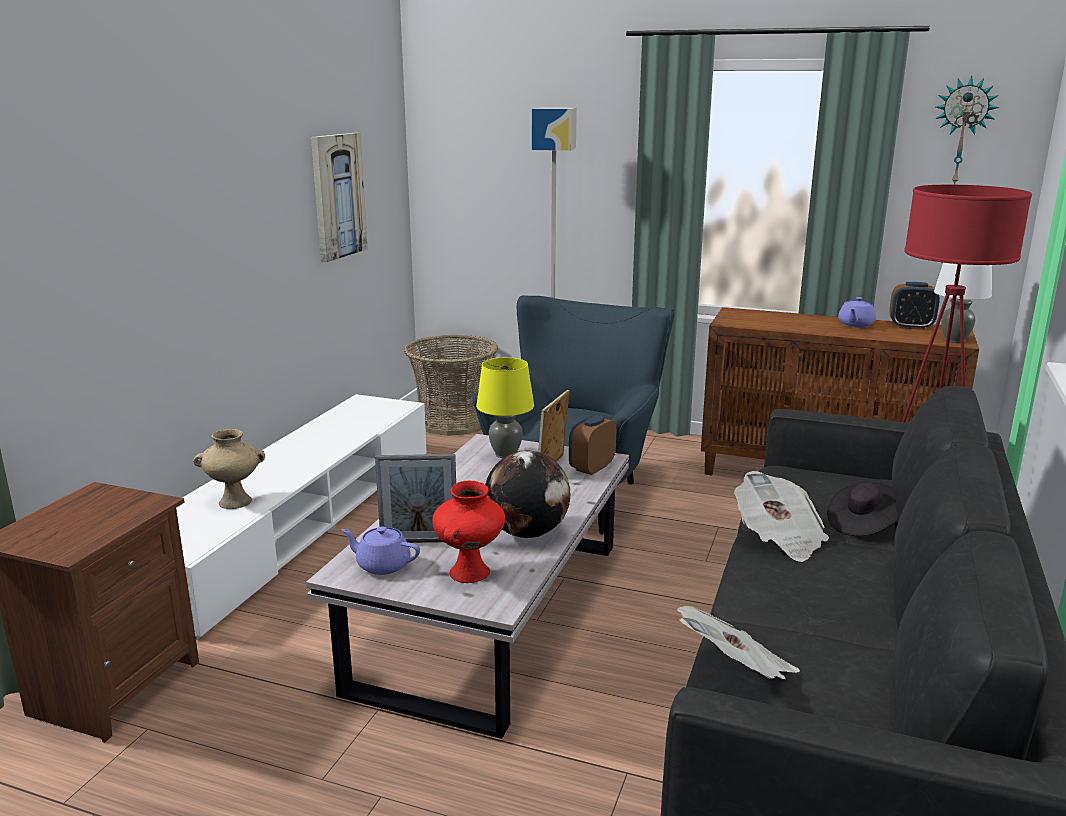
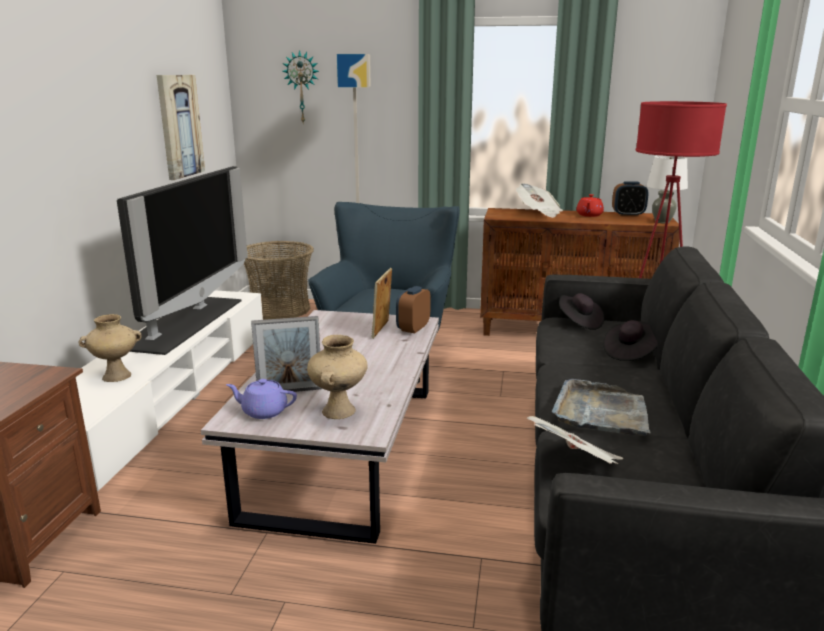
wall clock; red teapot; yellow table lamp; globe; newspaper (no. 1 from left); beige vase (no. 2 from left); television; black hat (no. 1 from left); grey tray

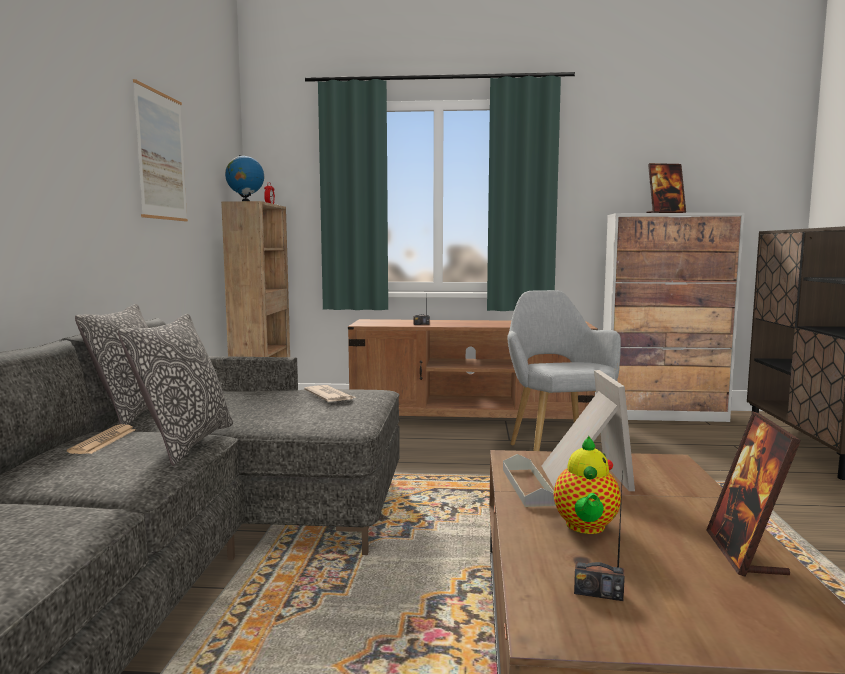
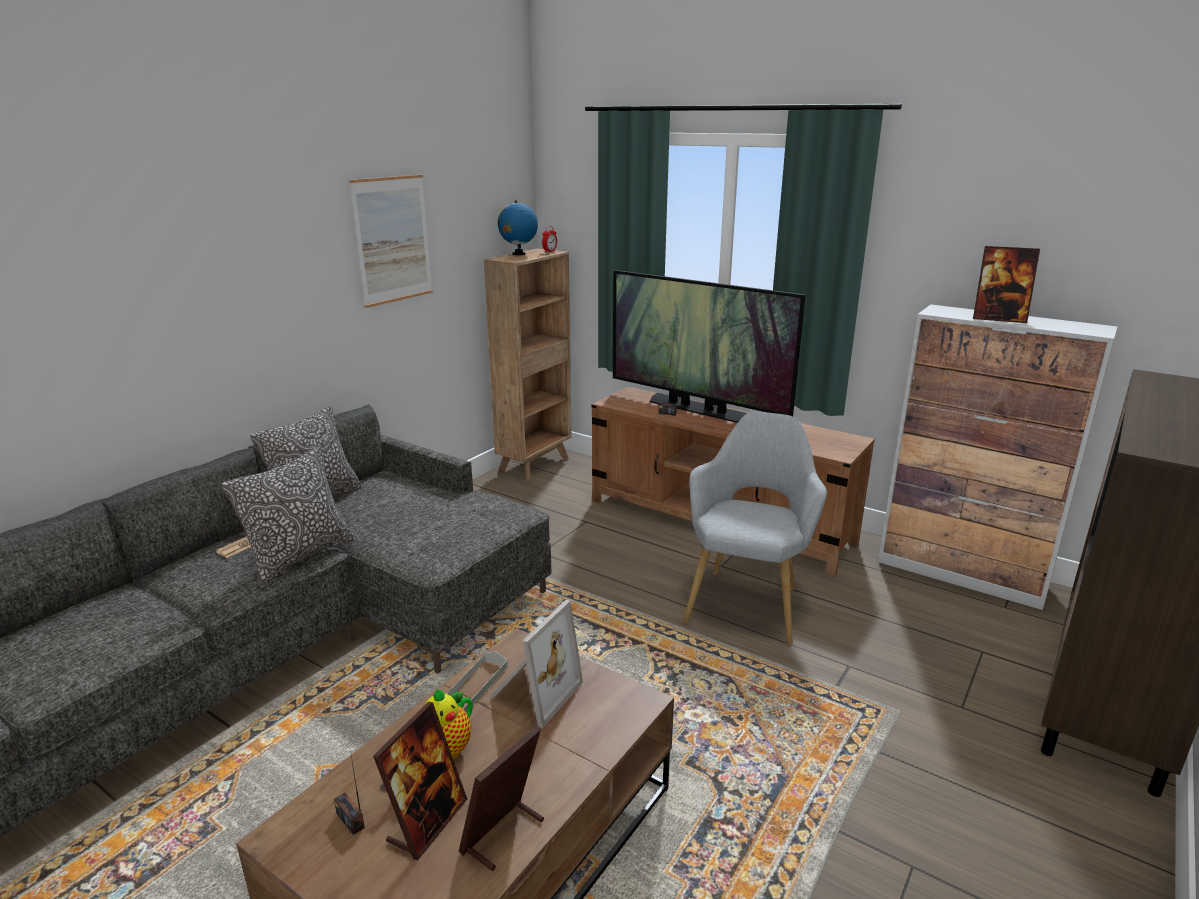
newspaper (no. 2 from left in the first image); television; picture frame (no. 1 from left)

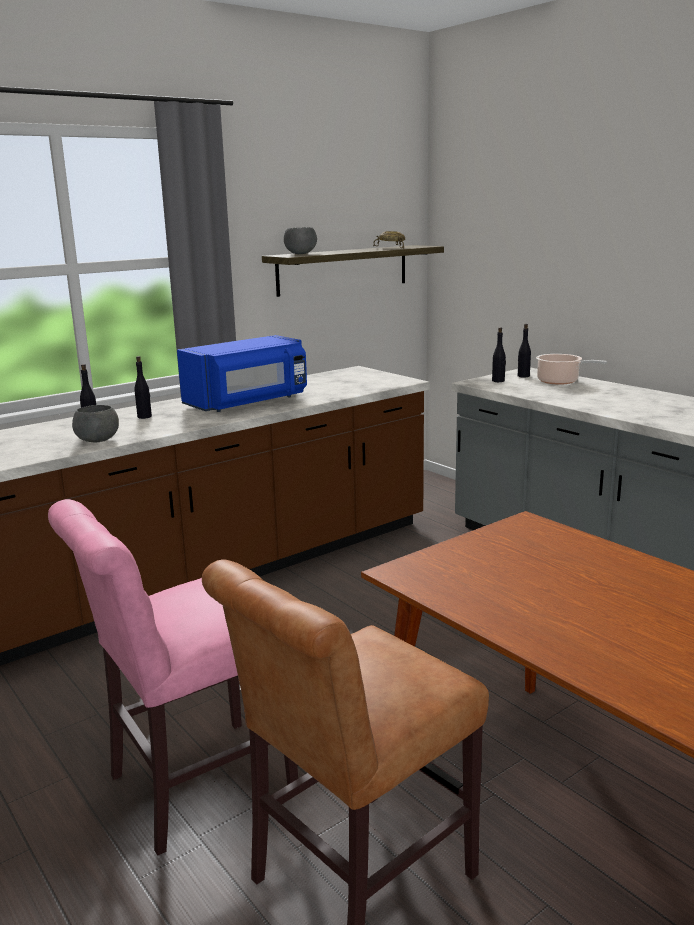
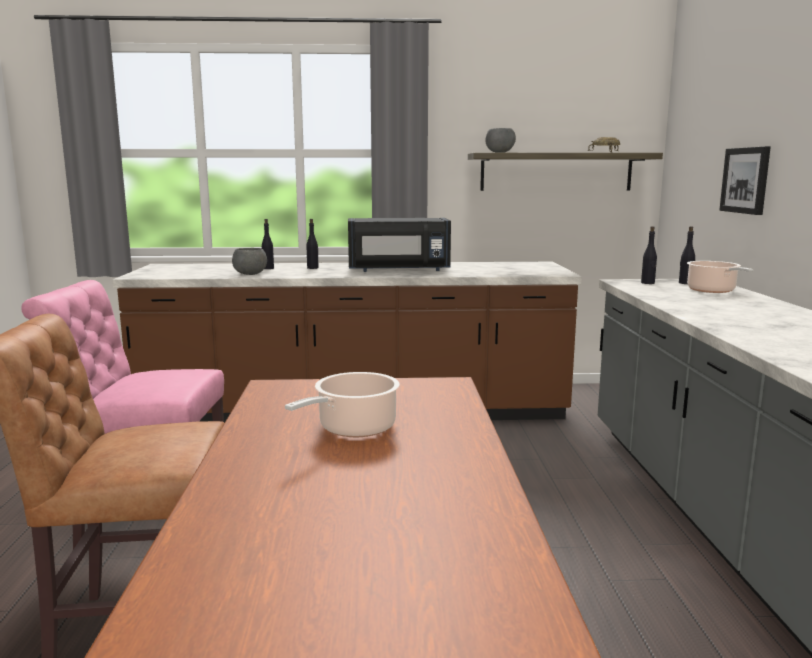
black microwave; picture; cooking pot (no. 1 from left)

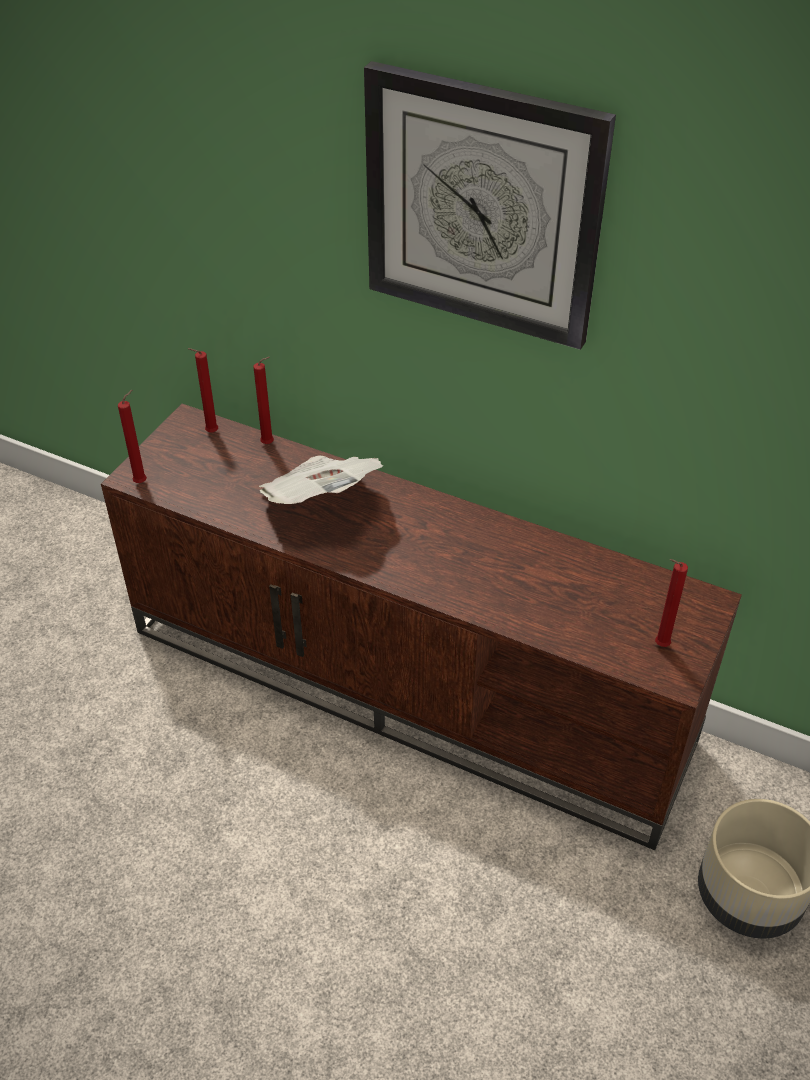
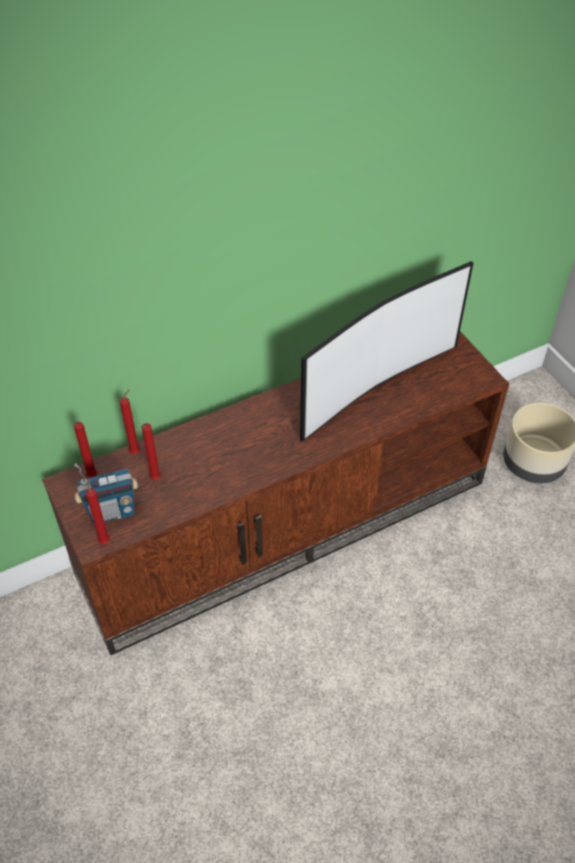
wall clock; newspaper; red candle (no. 4 from left); television; radio

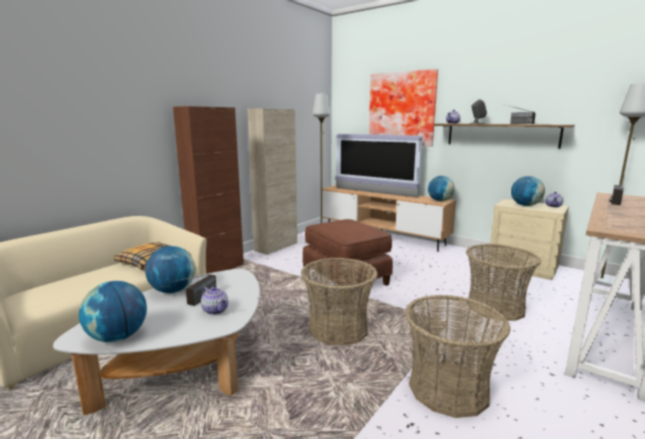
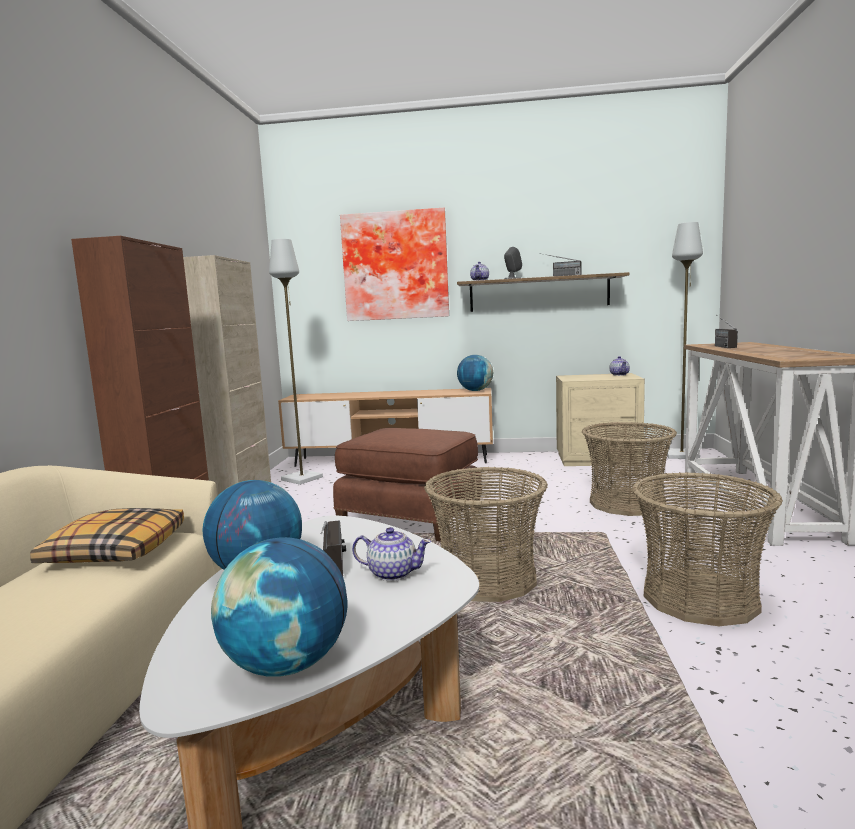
television; globe (no. 4 from left in the first image)

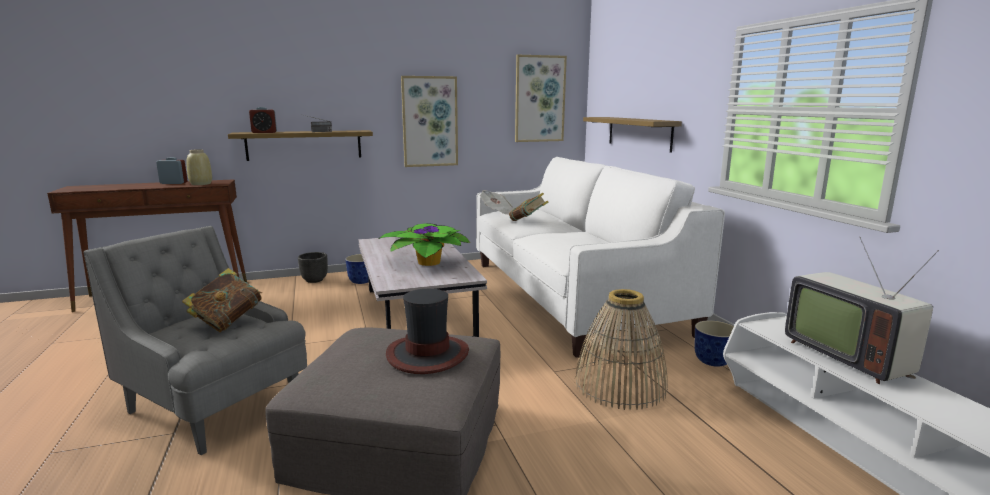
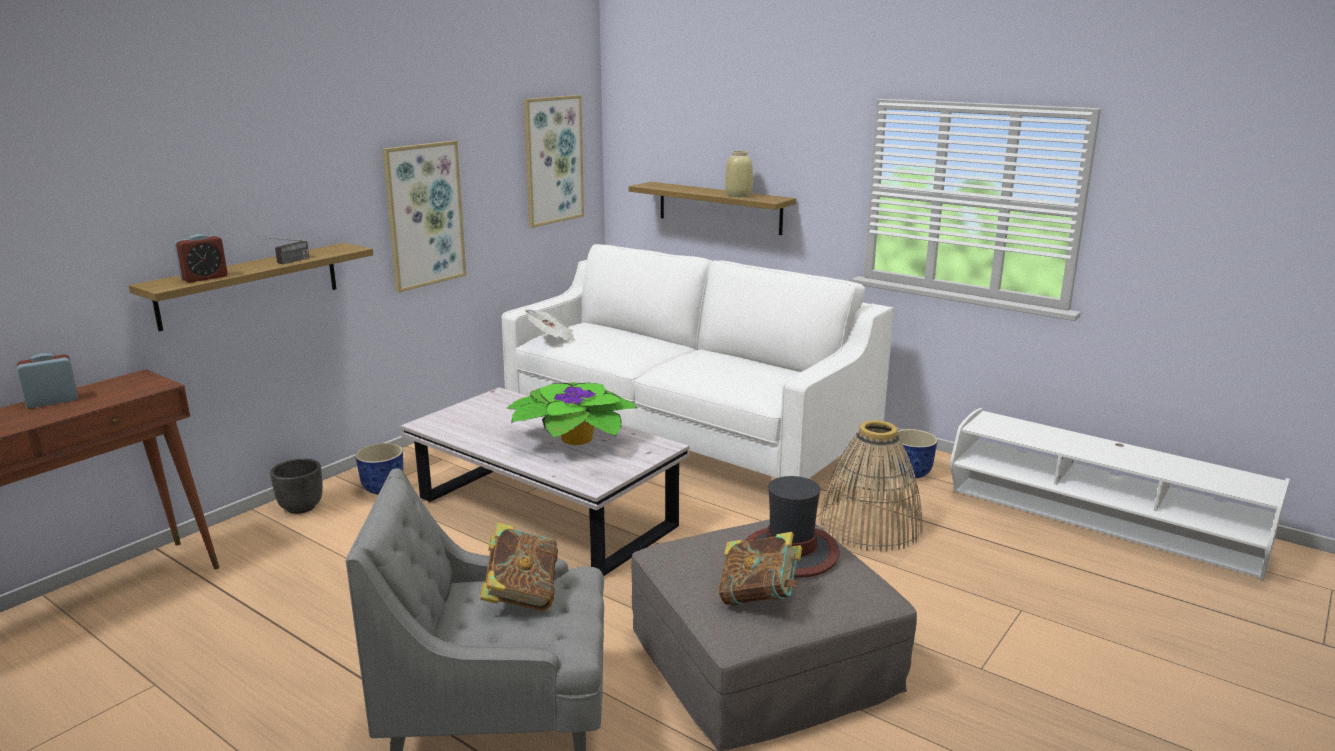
beige vase; book (no. 2 from left); television

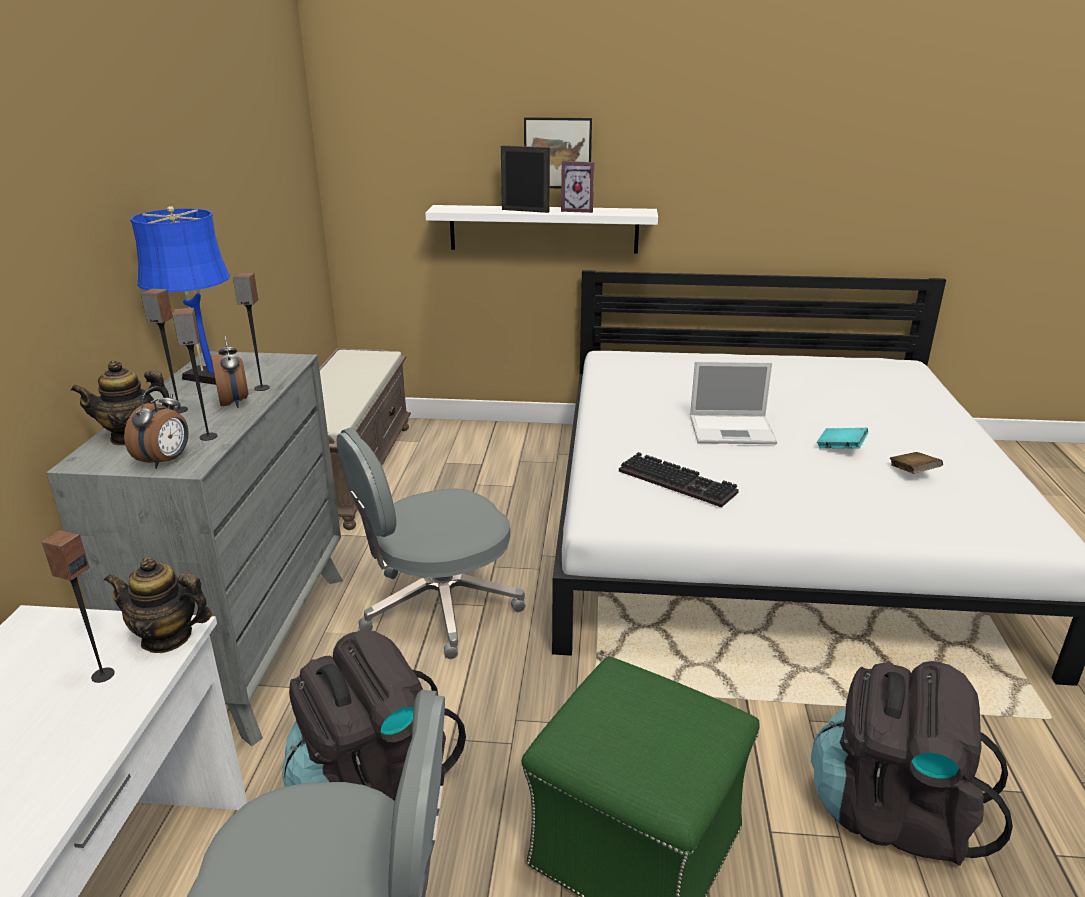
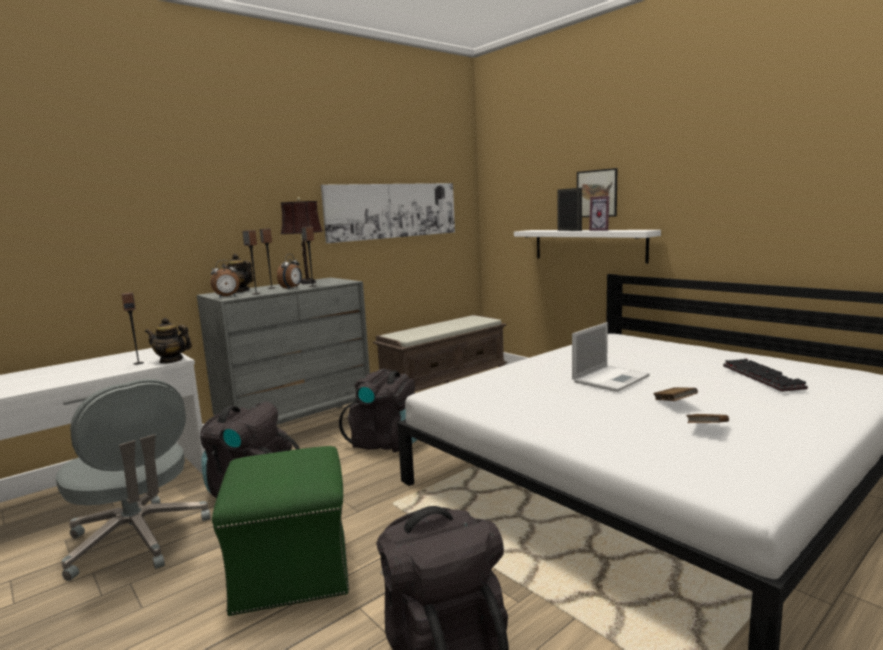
brown table lamp; laptop; black backpack (no. 2 from left); brown book (no. 1 from left); keyboard; teapot (no. 1 from left); picture (no. 1 from left)

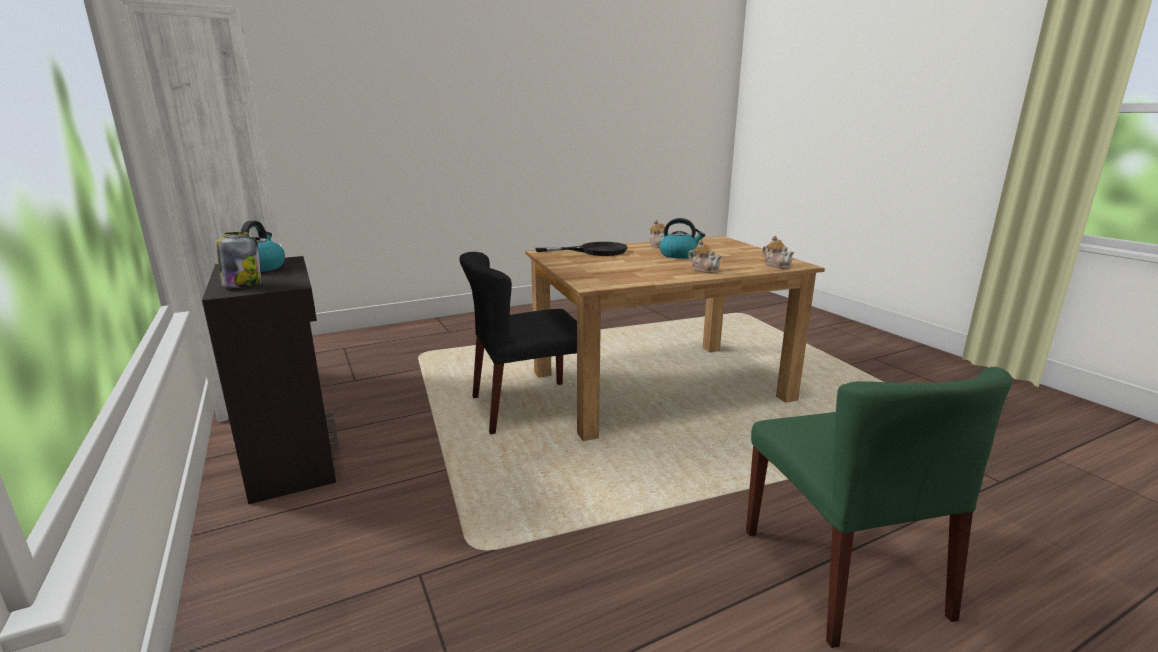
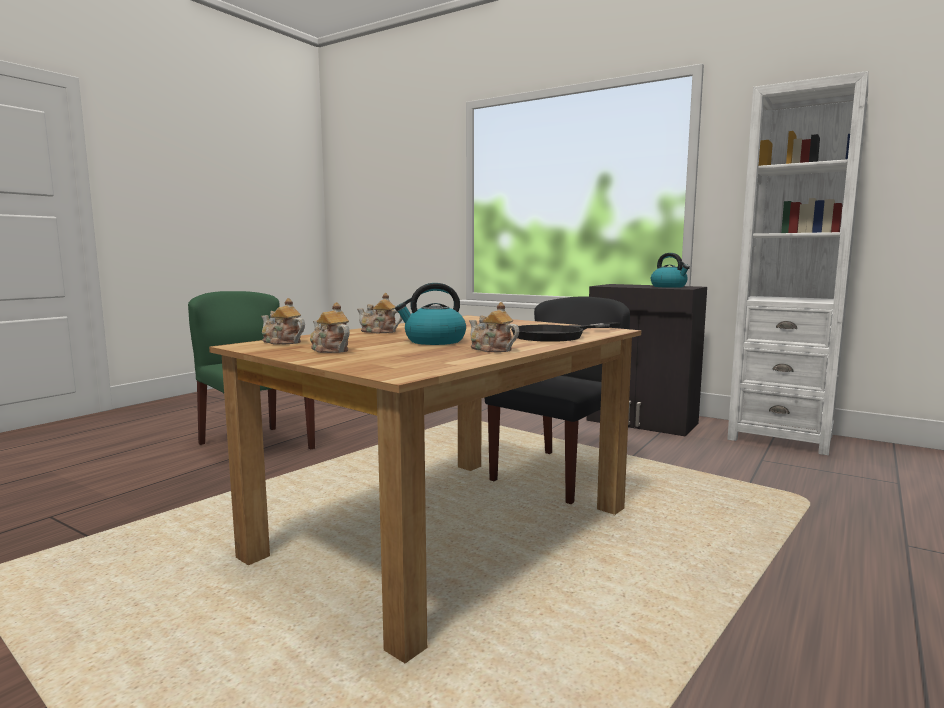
jar; teapot (no. 2 from left)

